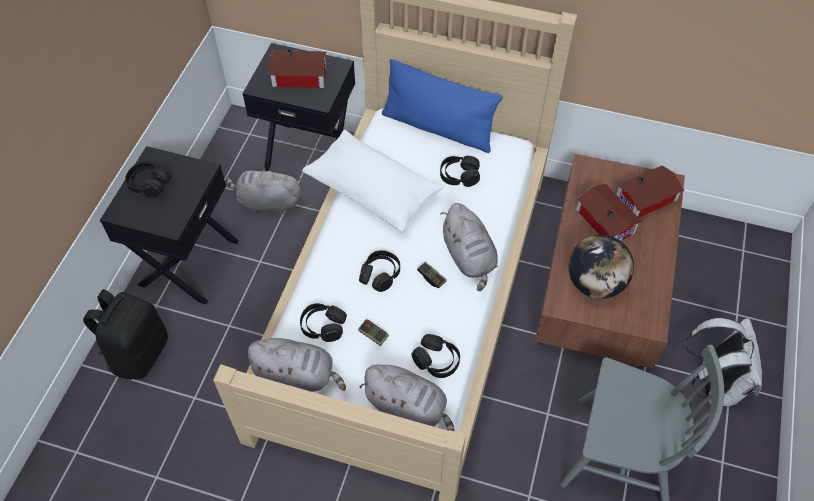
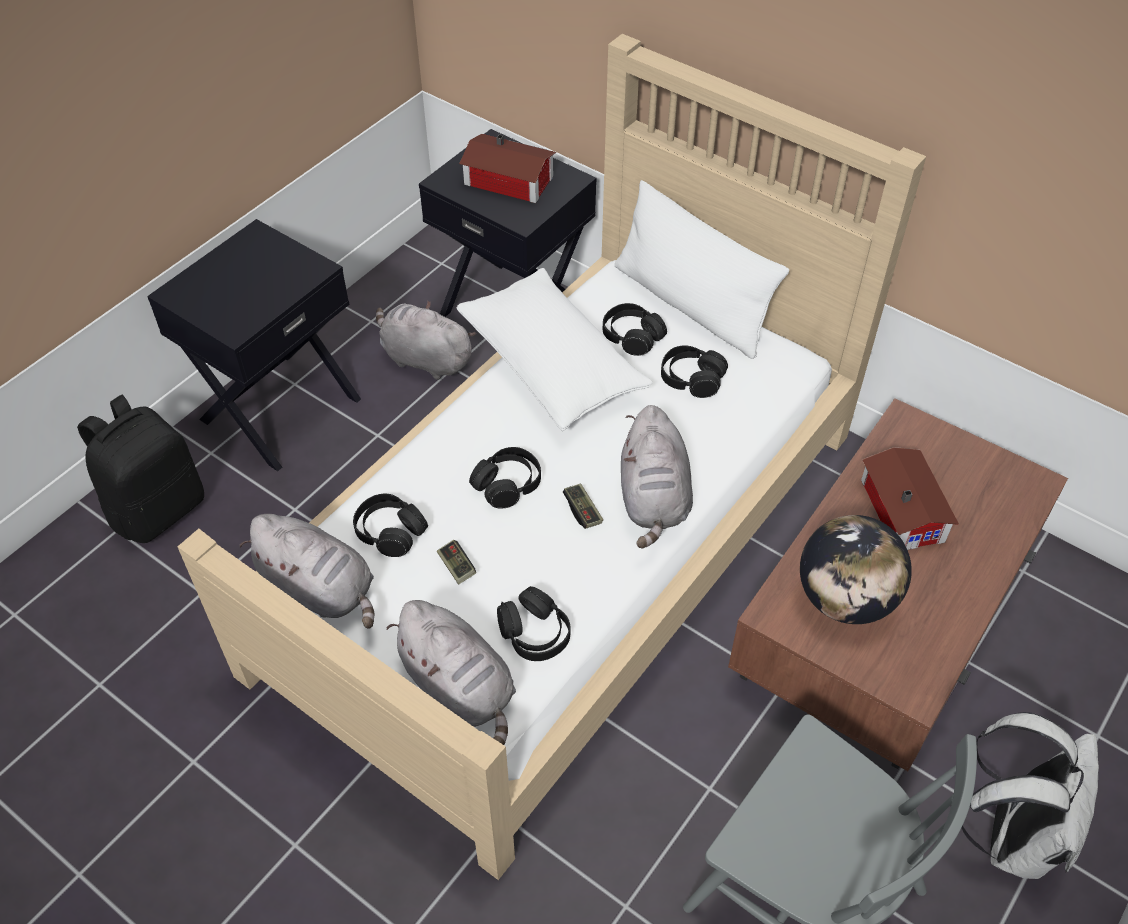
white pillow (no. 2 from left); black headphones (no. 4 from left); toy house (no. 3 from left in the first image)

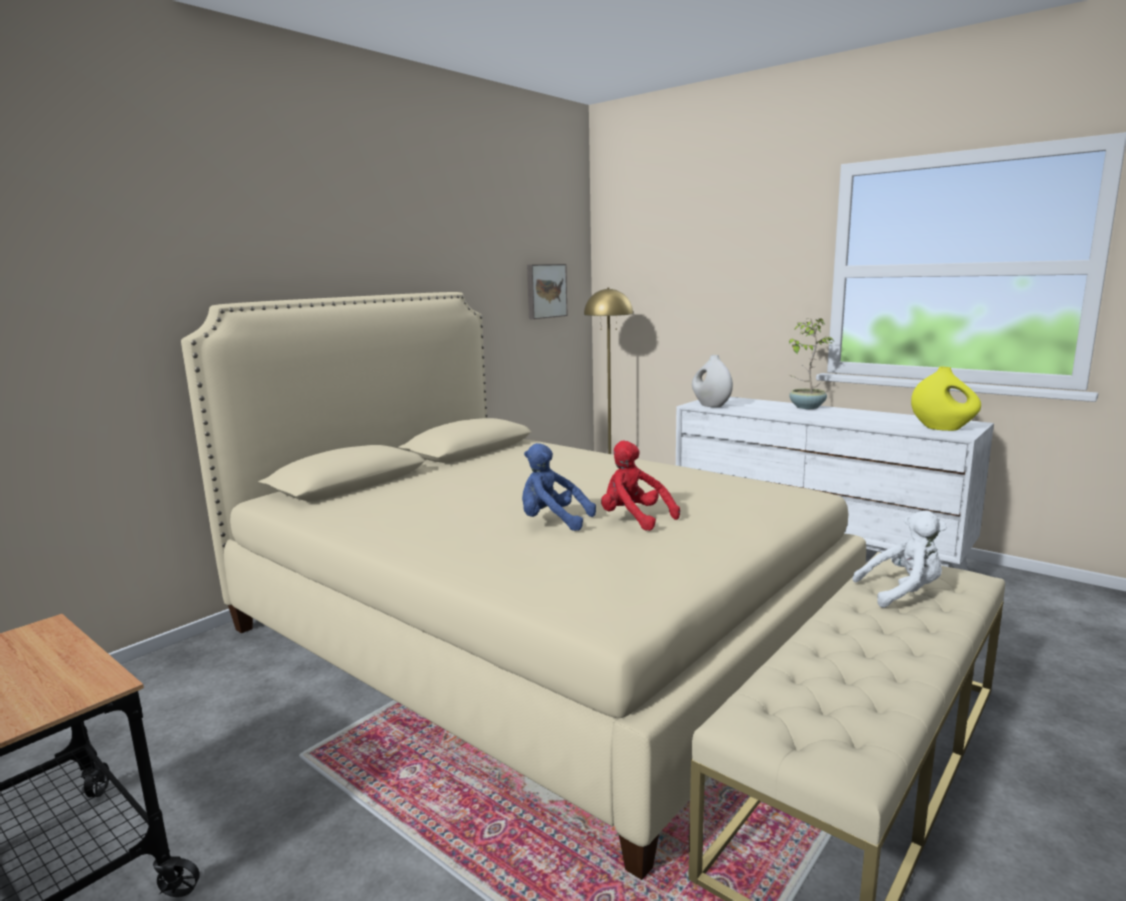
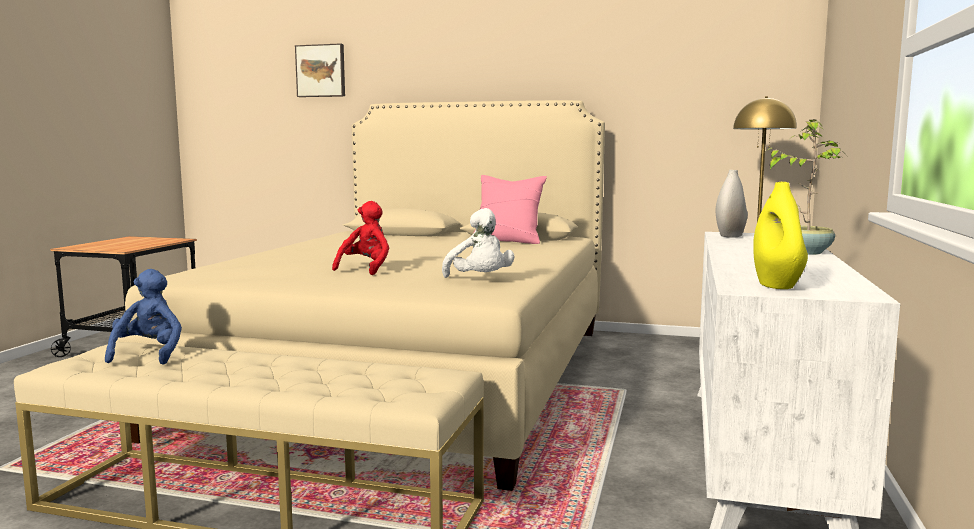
picture; blue plush toy; white plush toy; pink pillow

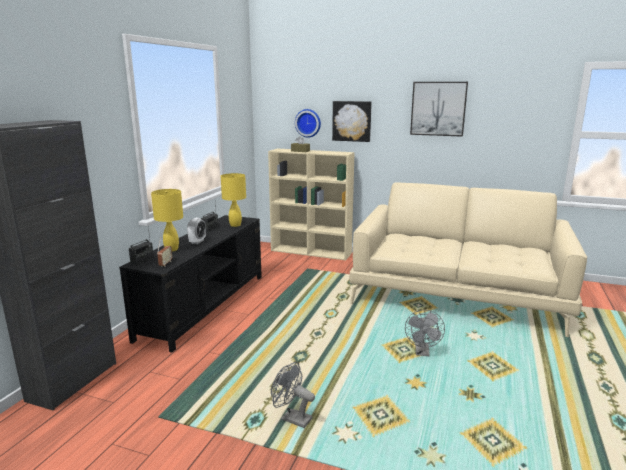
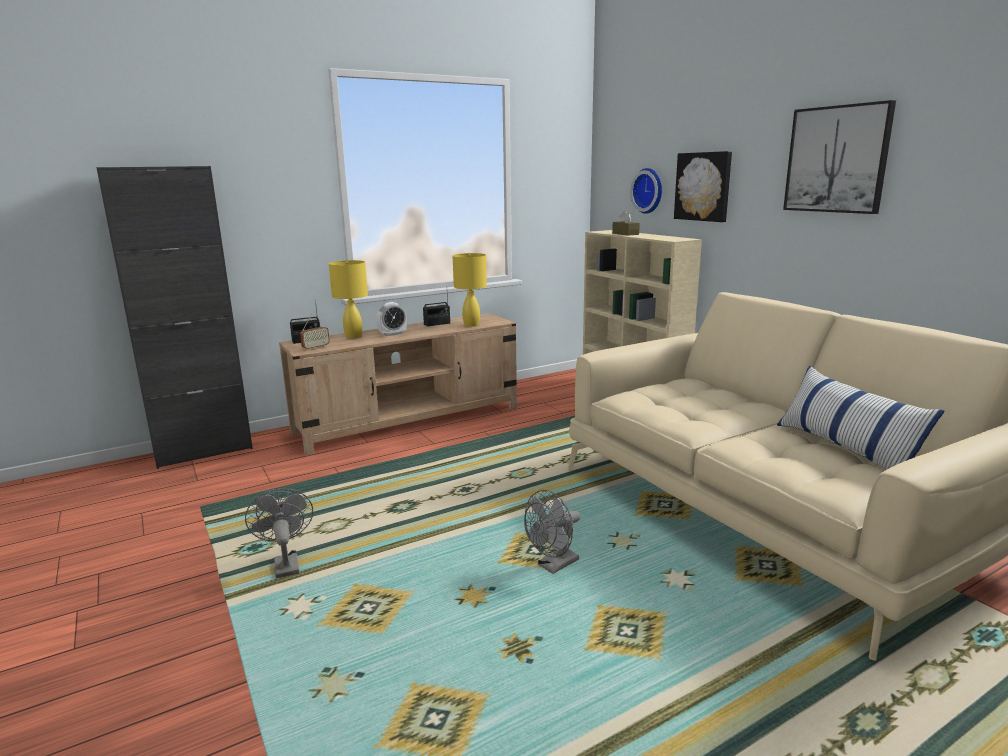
beige tv stand; pillow

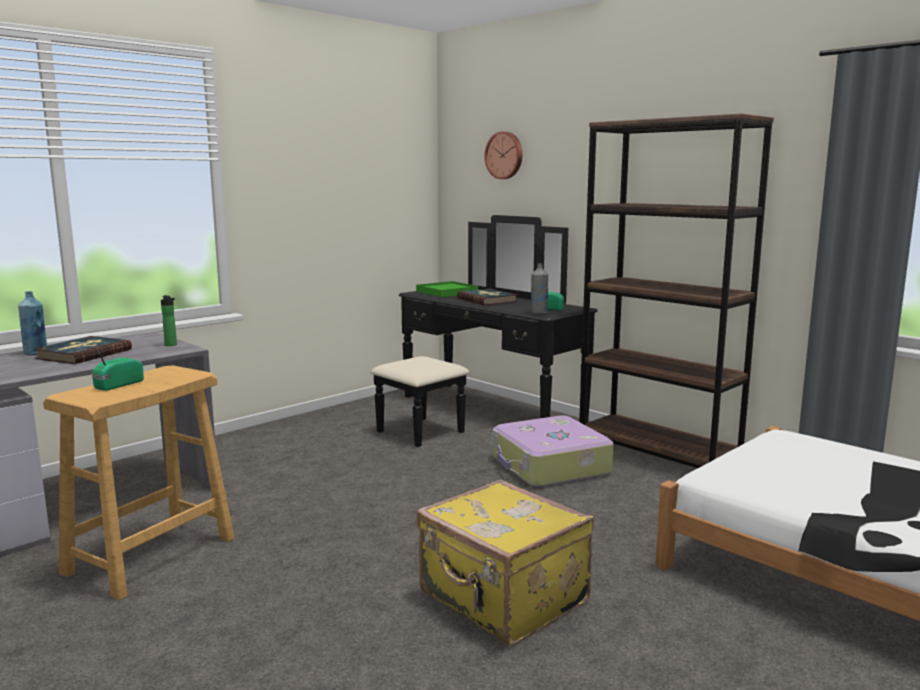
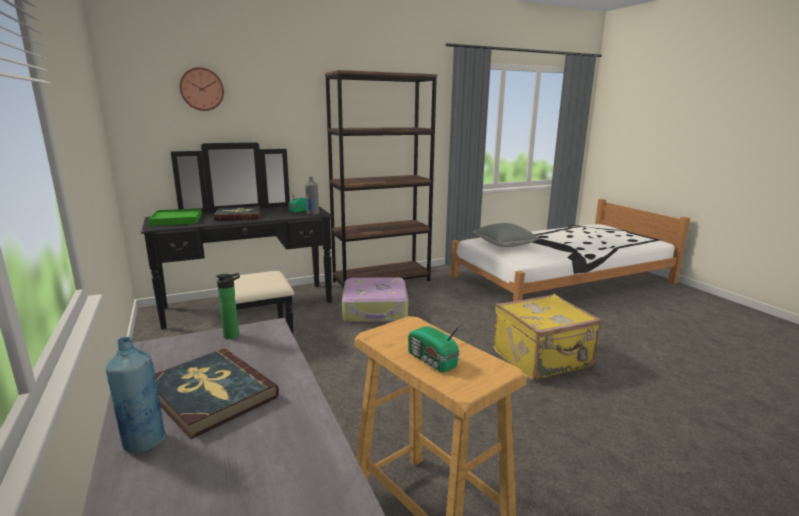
grey pillow

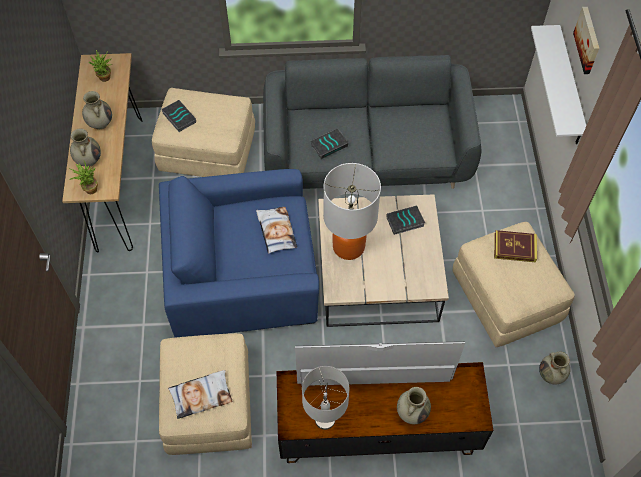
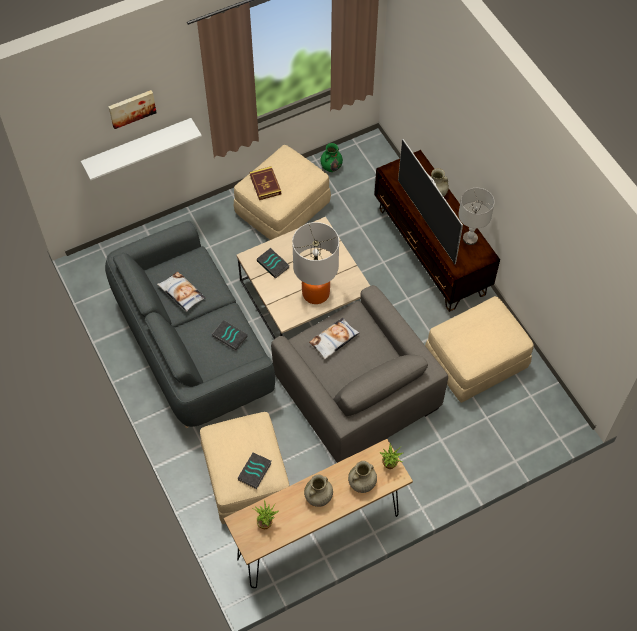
grey armchair; green vase; pillow (no. 1 from left)

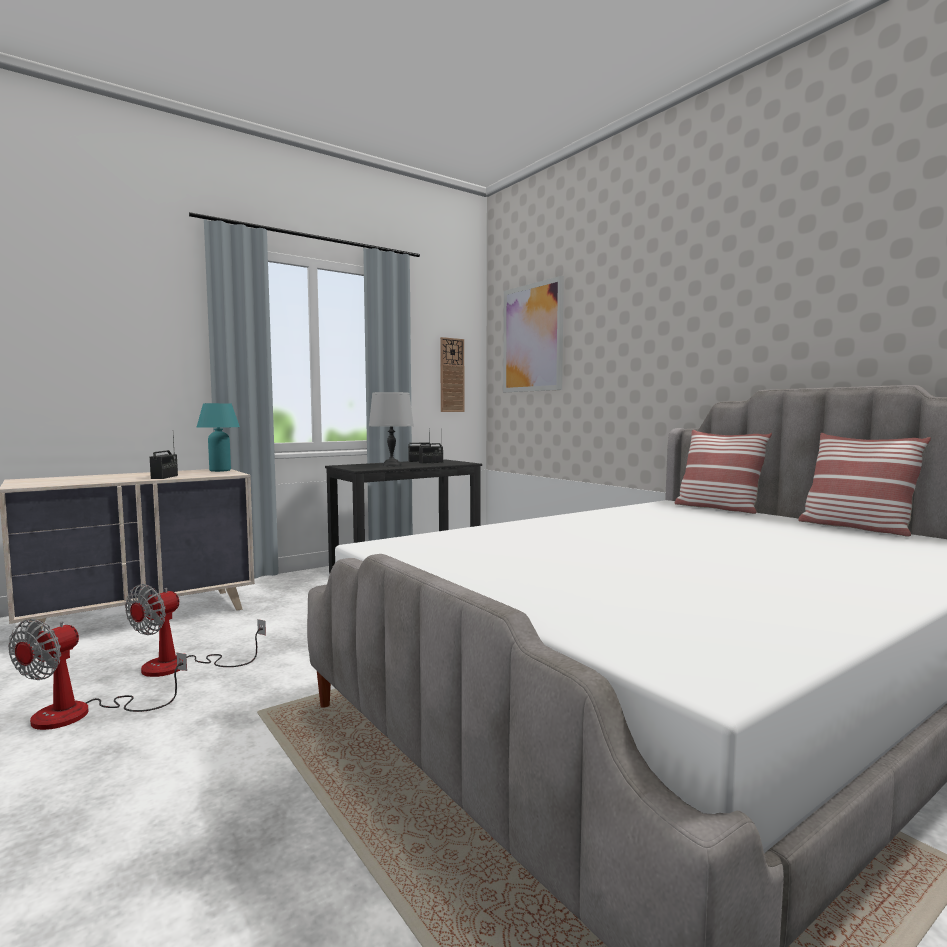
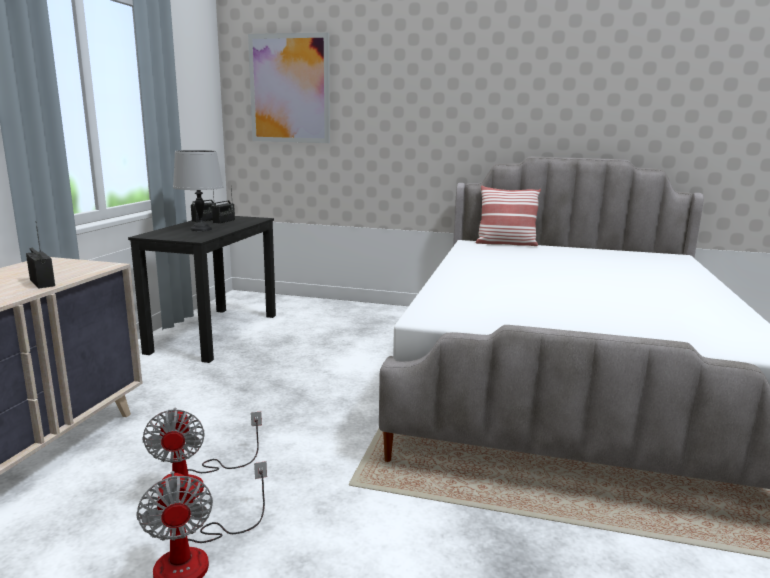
wall clock; turquoise table lamp; pillow (no. 2 from left in the first image)

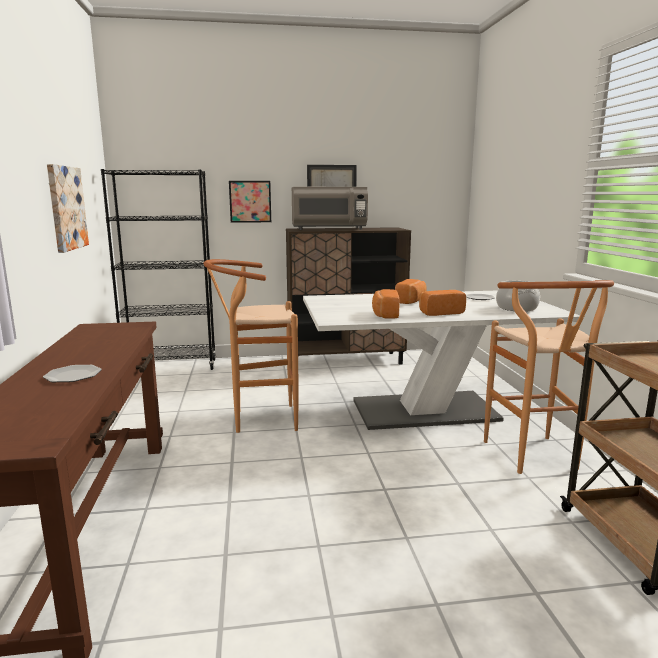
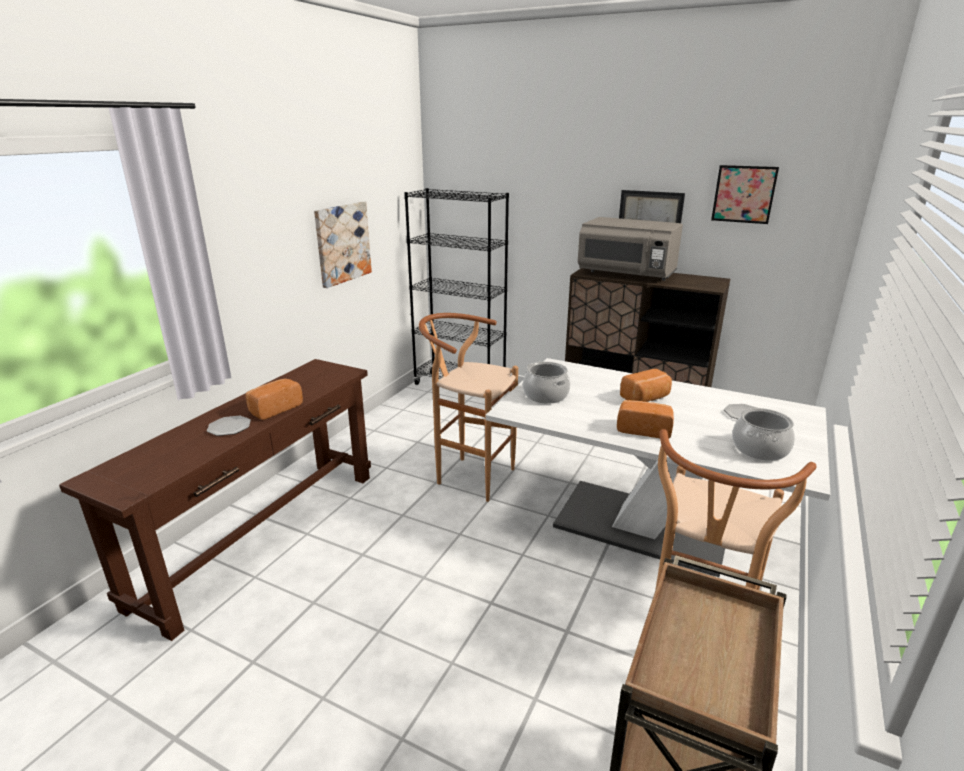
picture (no. 3 from left); bread (no. 1 from left); cooking pot (no. 1 from left)

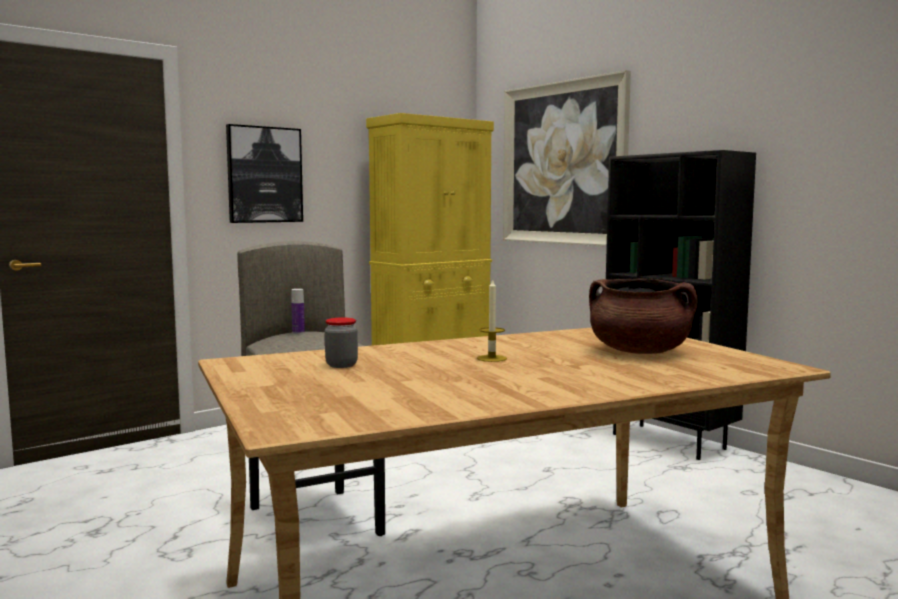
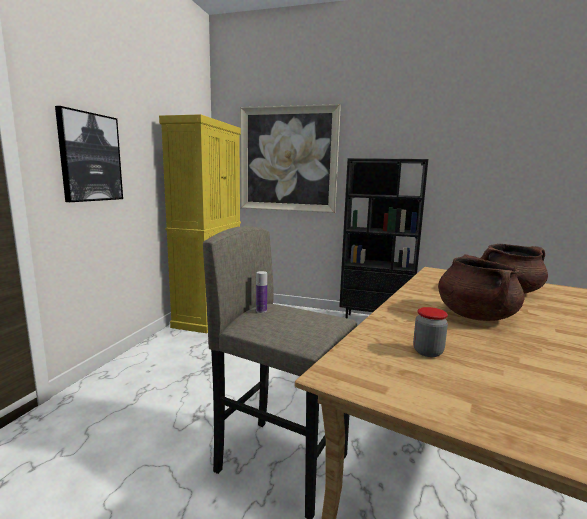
brown cooking pot (no. 1 from left)

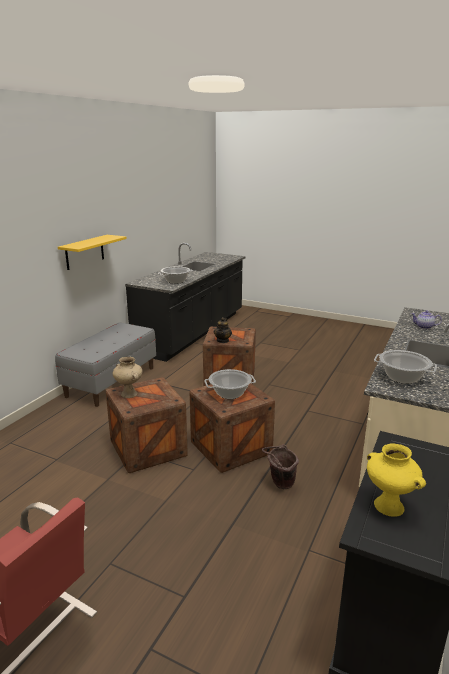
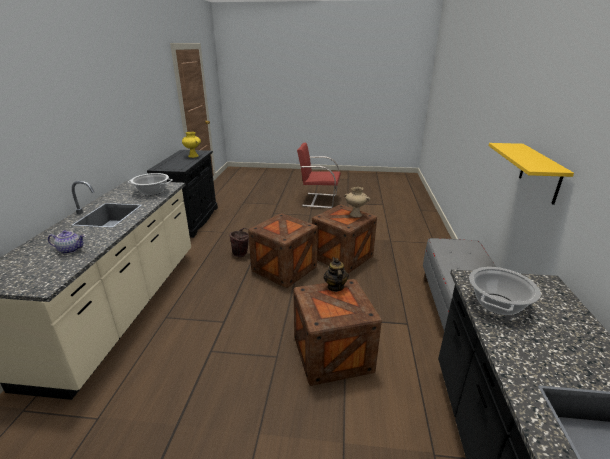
cooking pot (no. 2 from left in the first image)

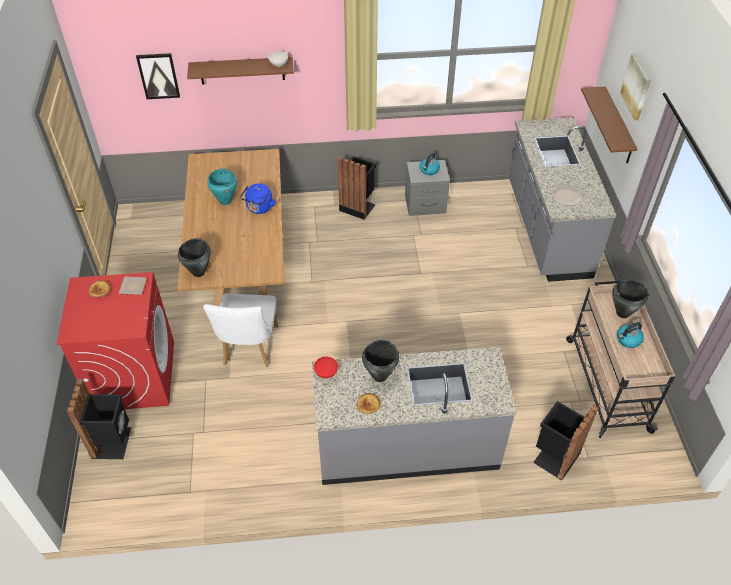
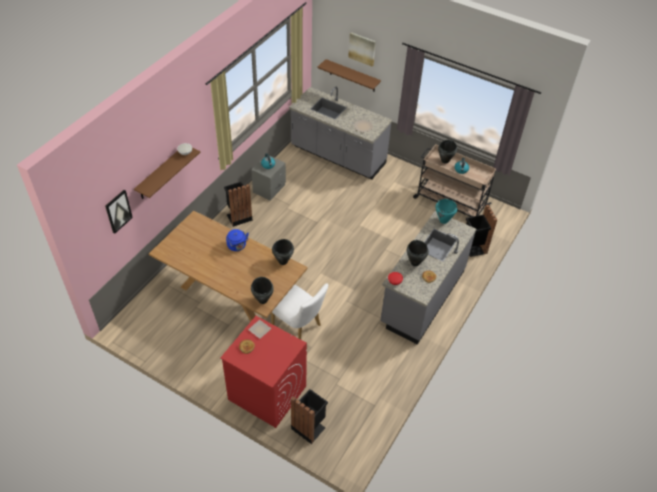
turquoise cooking pot; black cooking pot (no. 2 from left)

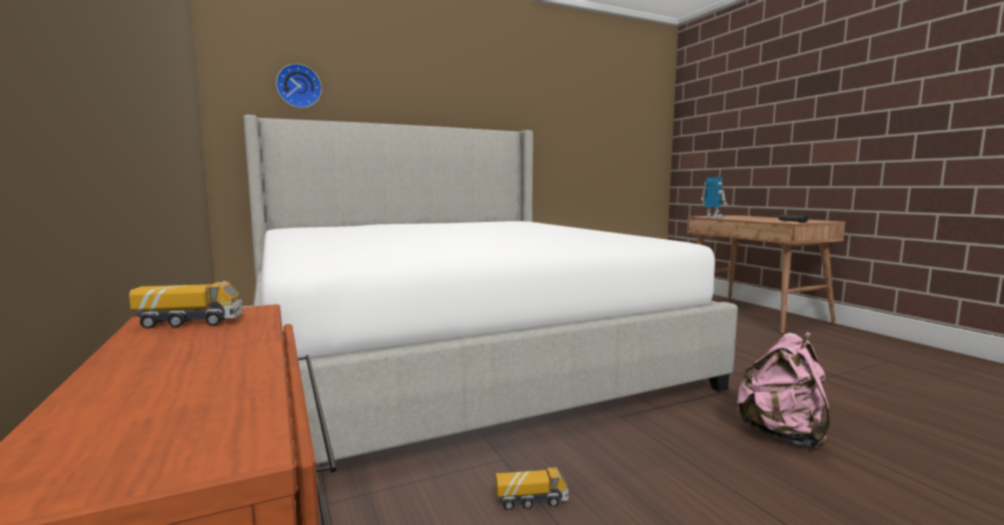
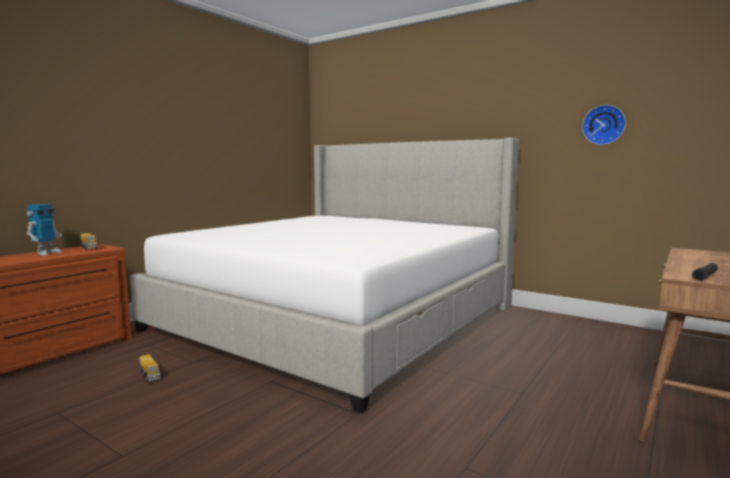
wall clock; toy robot; pink backpack

